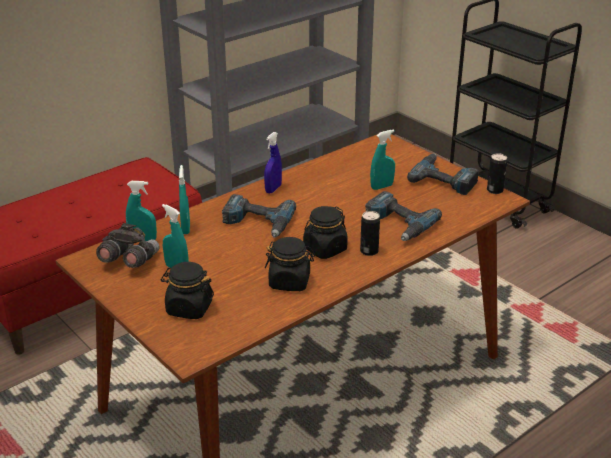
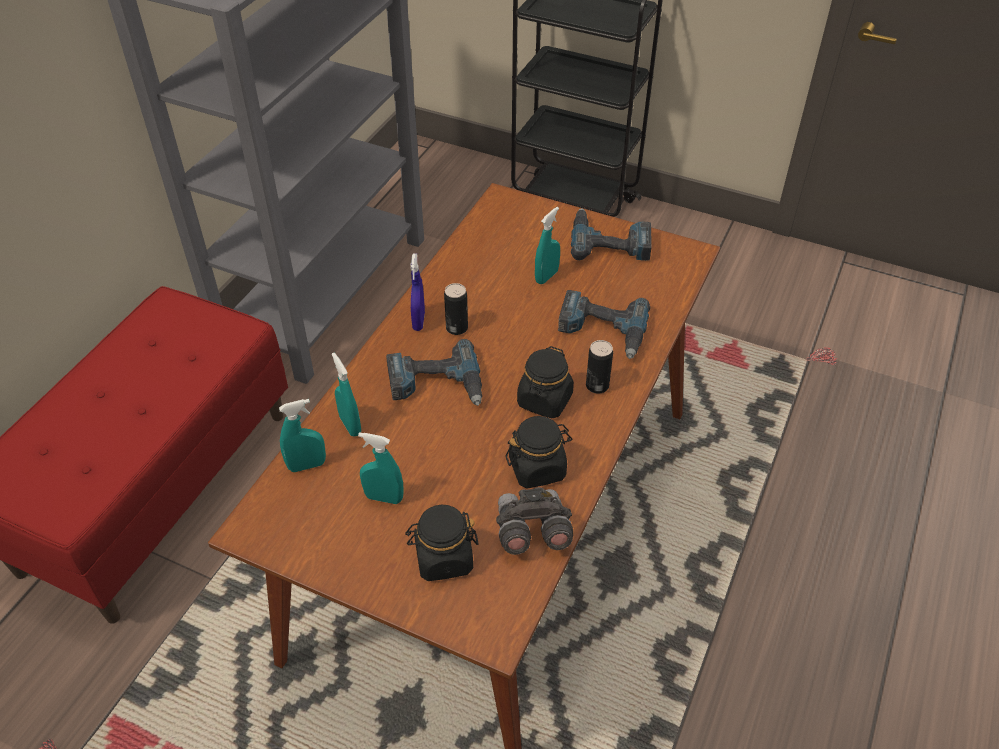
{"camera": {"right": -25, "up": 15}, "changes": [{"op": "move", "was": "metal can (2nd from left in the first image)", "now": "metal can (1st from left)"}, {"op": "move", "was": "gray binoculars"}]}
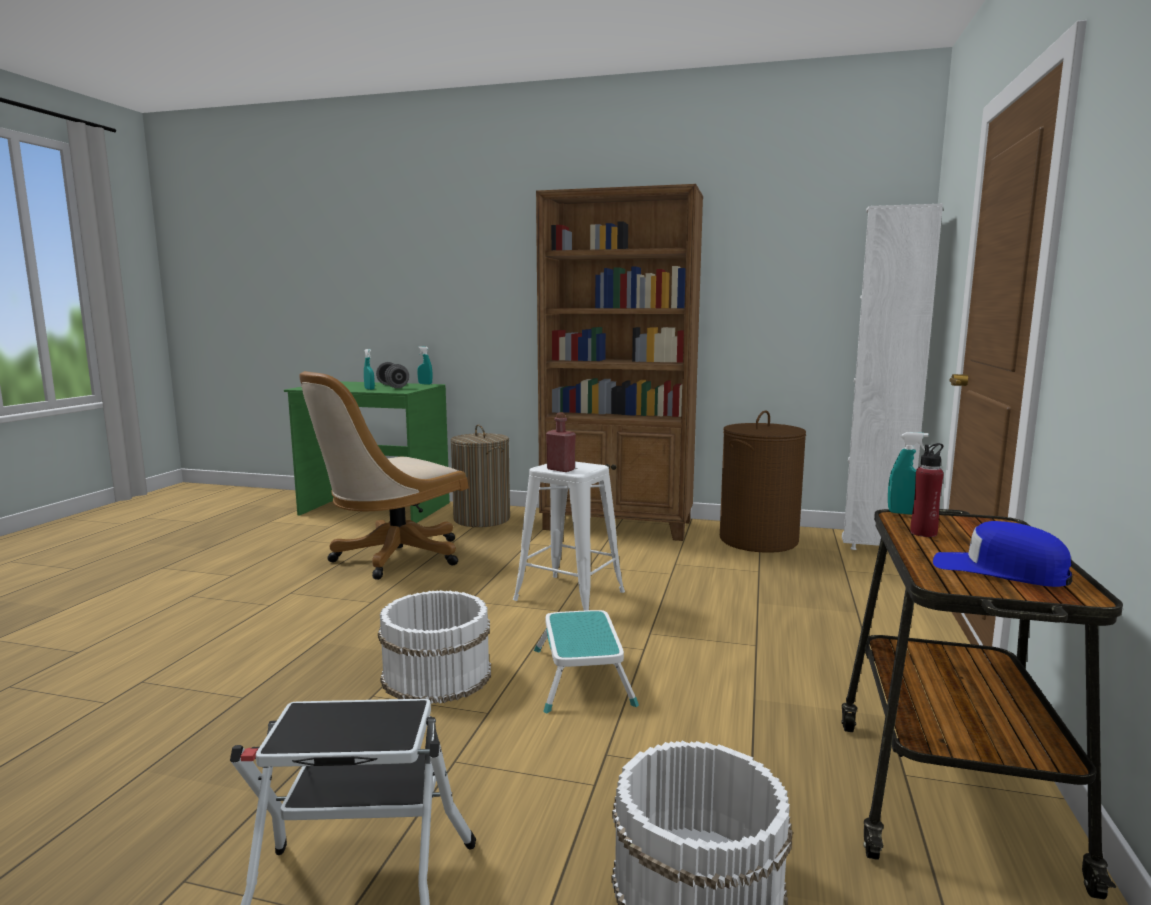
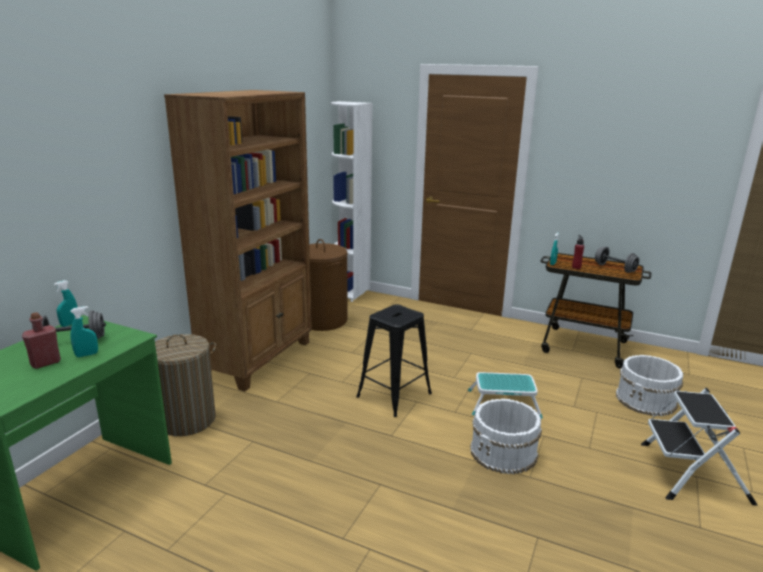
{"camera": {"right": -80, "up": 10}, "changes": [{"op": "delete", "was": "computer chair"}, {"op": "move", "was": "red bottle (1st from left)"}, {"op": "recolor", "was": "white sitting stool", "now": "black sitting stool"}, {"op": "replace", "was": "bluish baseball cap", "now": "gray free weight (2nd from left)"}]}
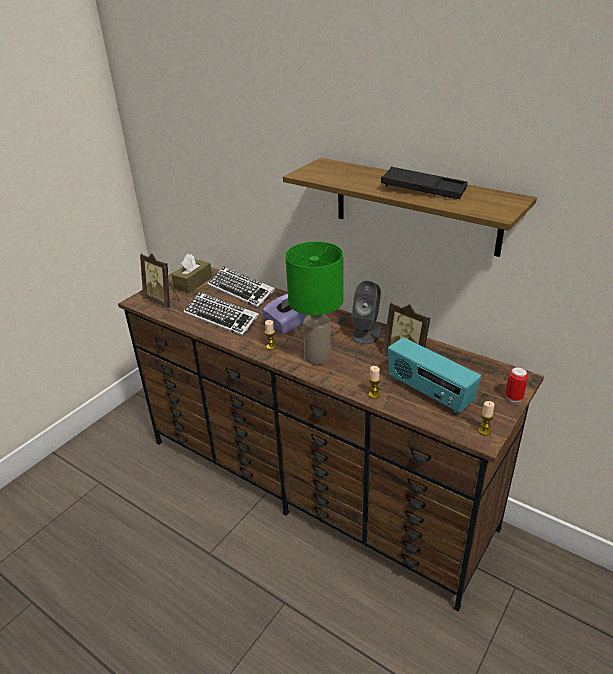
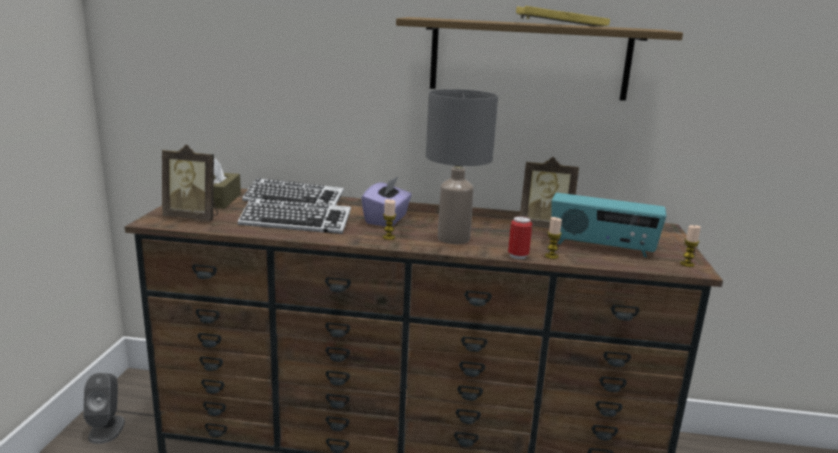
{"camera": {"right": -30, "up": -15}, "changes": [{"op": "recolor", "was": "black tray", "now": "yellowish tray"}, {"op": "recolor", "was": "green-coloured tabletop lamp", "now": "gray tabletop lamp"}, {"op": "move", "was": "gray speaker"}, {"op": "move", "was": "metal can"}]}
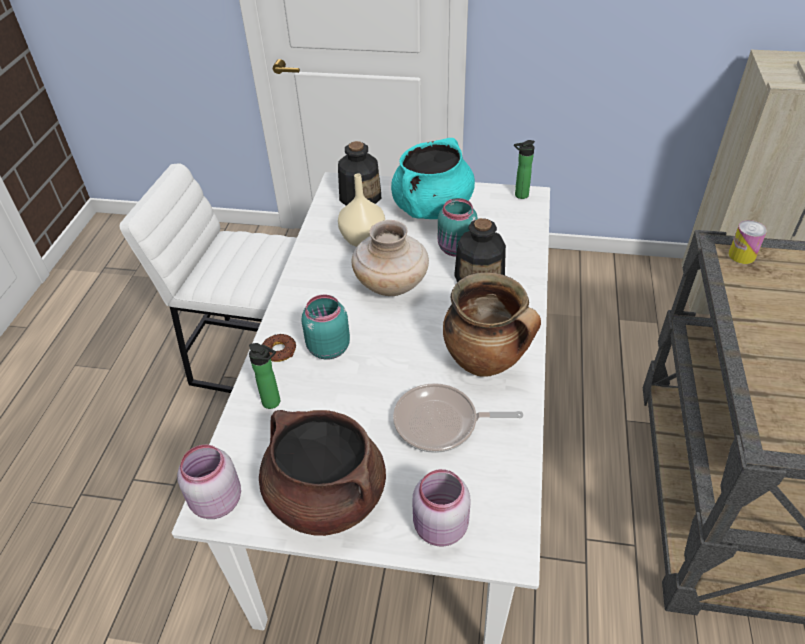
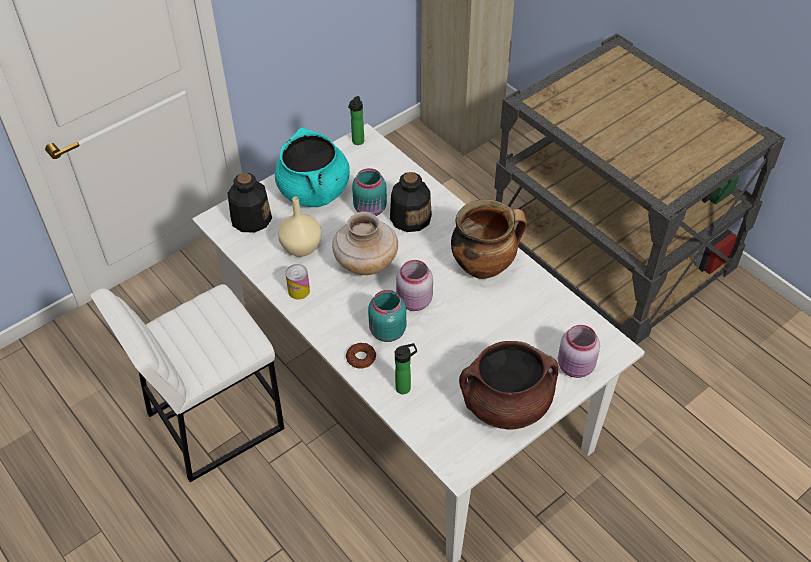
{"camera": {"right": -50, "up": 5}, "changes": [{"op": "move", "was": "metal can"}, {"op": "delete", "was": "frying pan"}, {"op": "move", "was": "pink-coloured storage jar (1st from left)"}]}
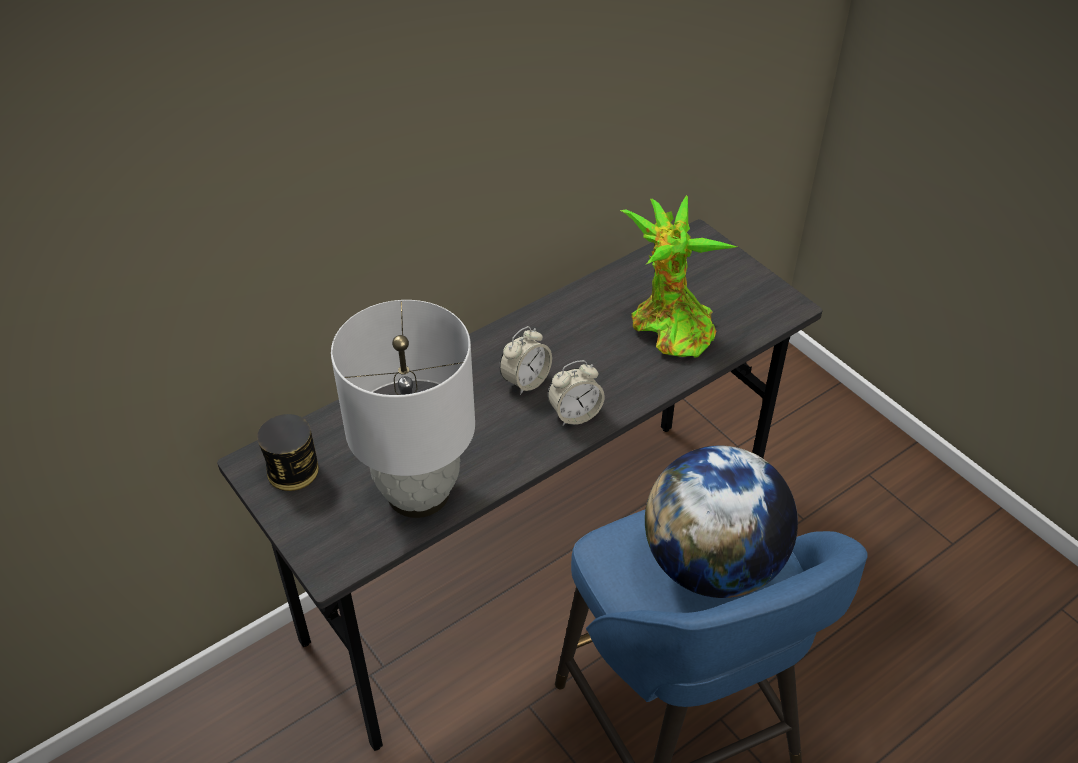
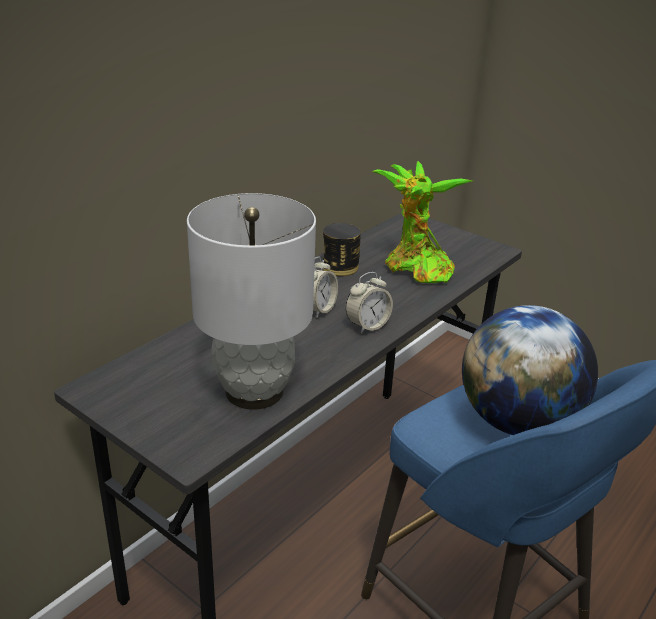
{"camera": {"right": -15, "up": -15}, "changes": [{"op": "move", "was": "metal can"}]}
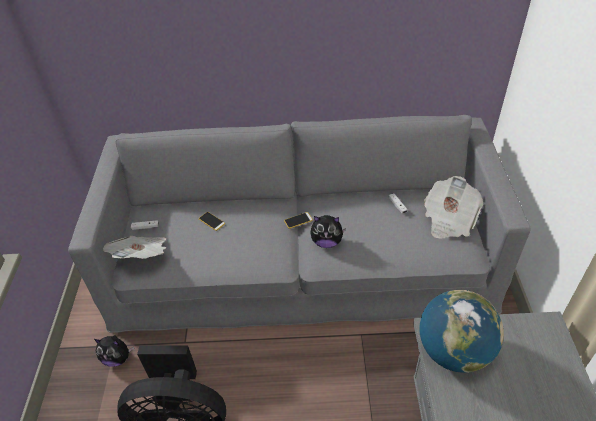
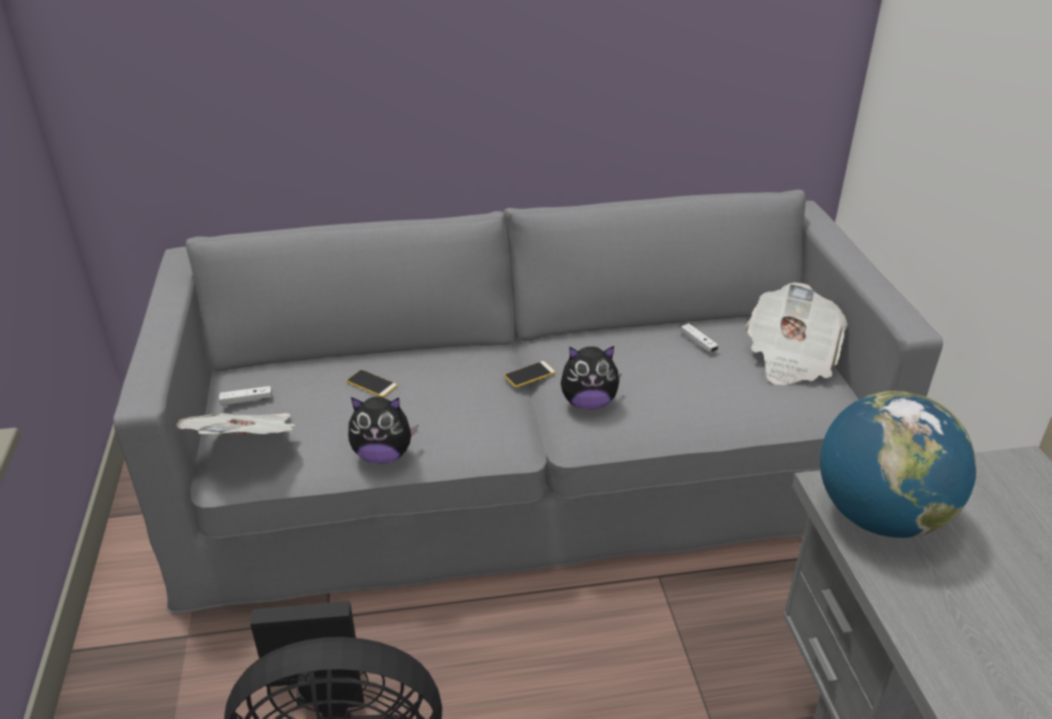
{"camera": {"right": -10, "up": -10}, "changes": [{"op": "move", "was": "soft toy (1st from left)"}]}
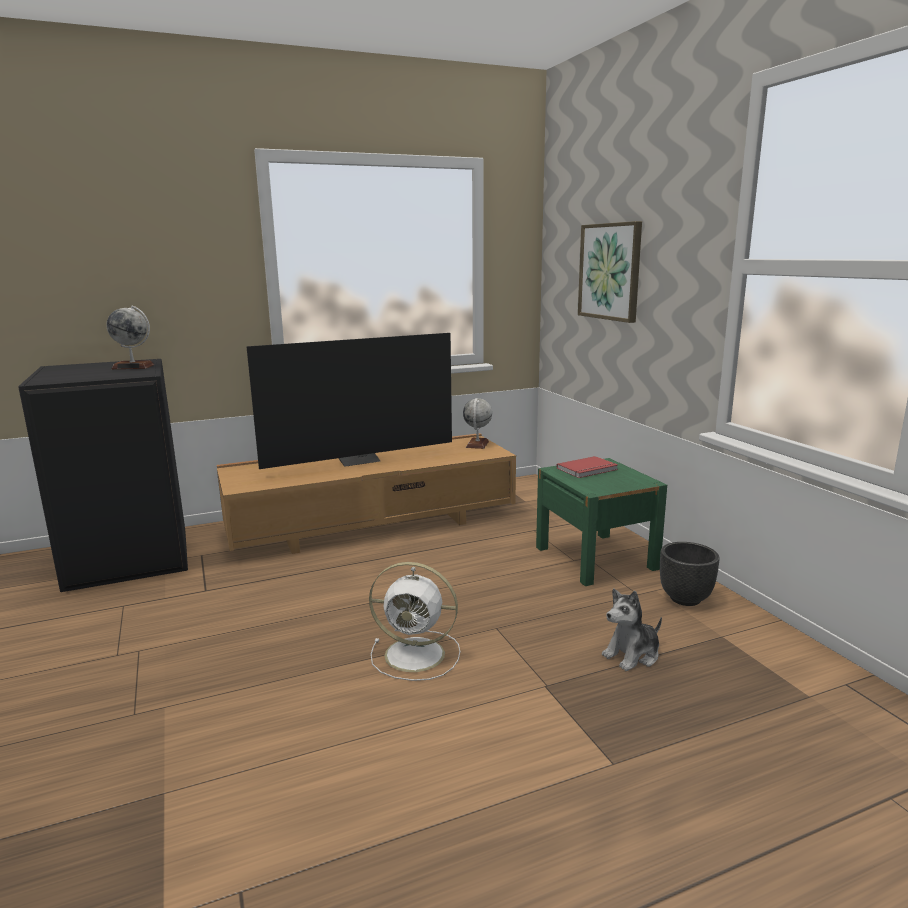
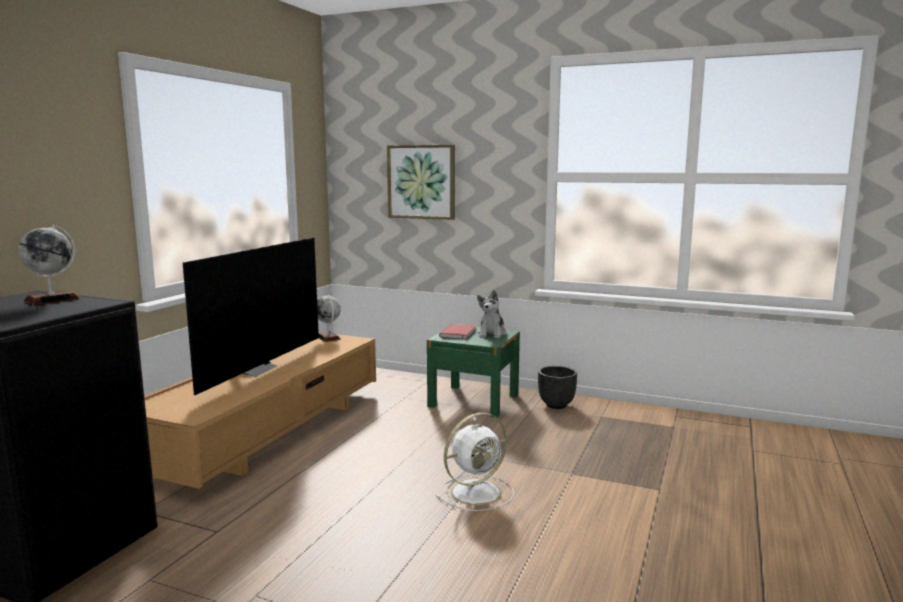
{"camera": {"right": -45, "up": -5}, "changes": [{"op": "move", "was": "soft toy"}]}
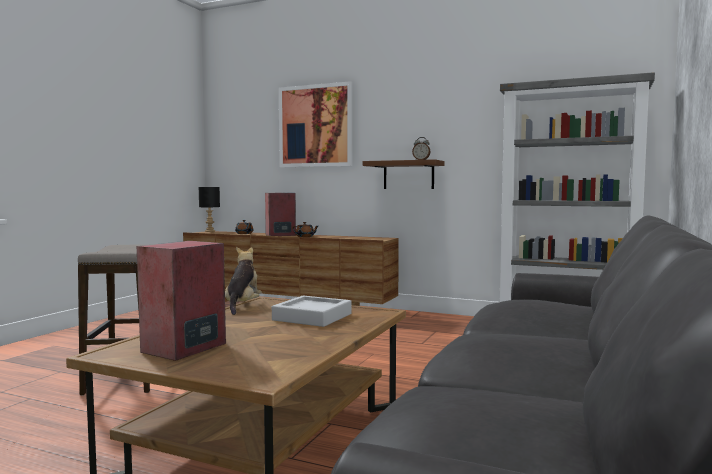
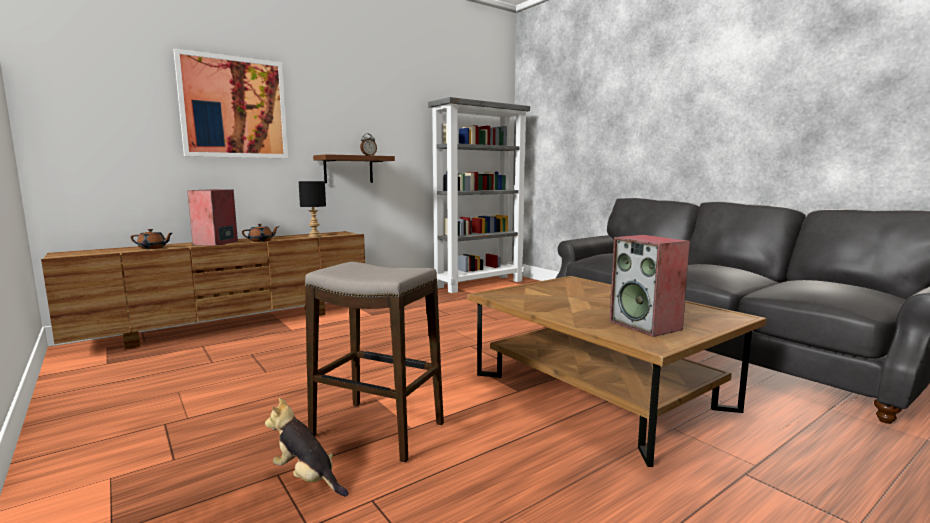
{"camera": {"right": -60, "up": 5}, "changes": [{"op": "move", "was": "black tabletop lamp"}, {"op": "move", "was": "soft toy"}, {"op": "delete", "was": "gray tray"}]}
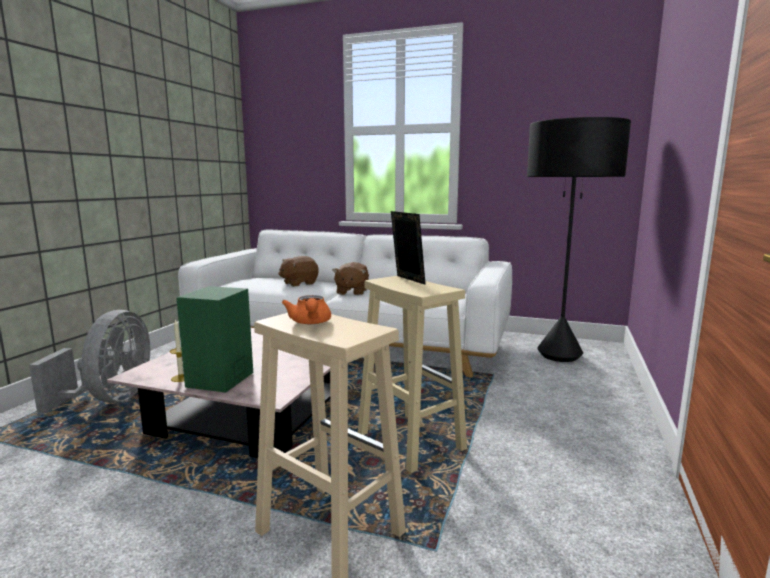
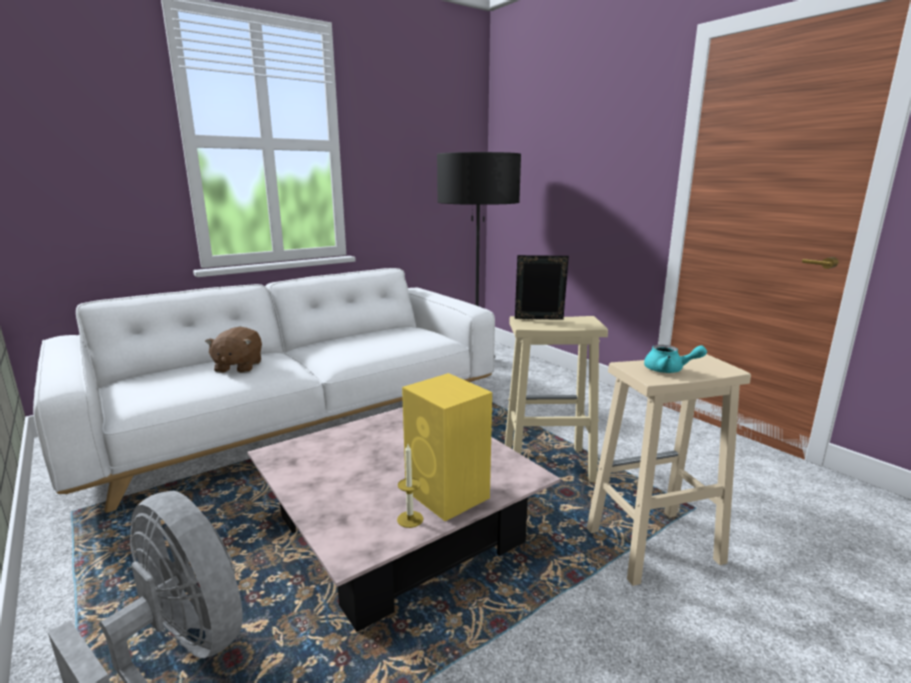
{"camera": {"right": -55, "up": 5}, "changes": [{"op": "delete", "was": "brown soft toy (2nd from left)"}, {"op": "recolor", "was": "green-coloured speaker", "now": "yellowish speaker"}, {"op": "recolor", "was": "orange teapot", "now": "turquoise-coloured teapot"}]}
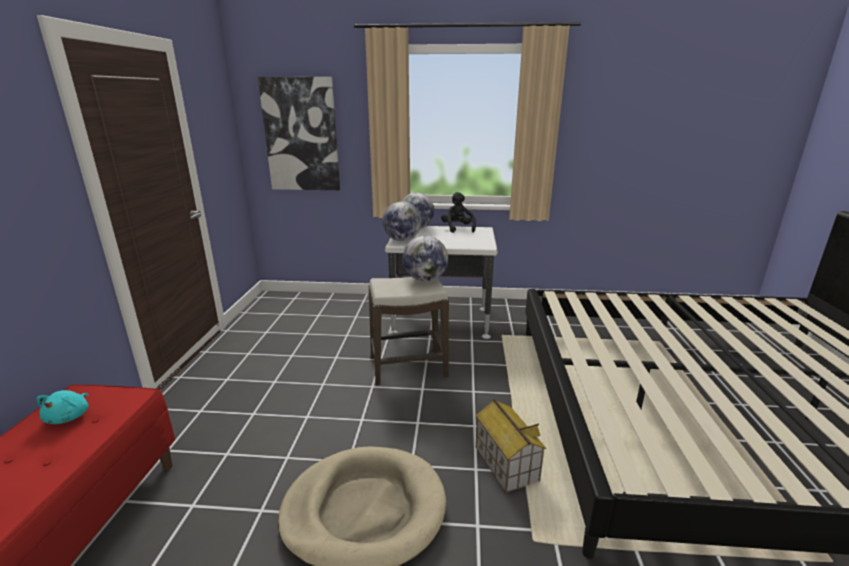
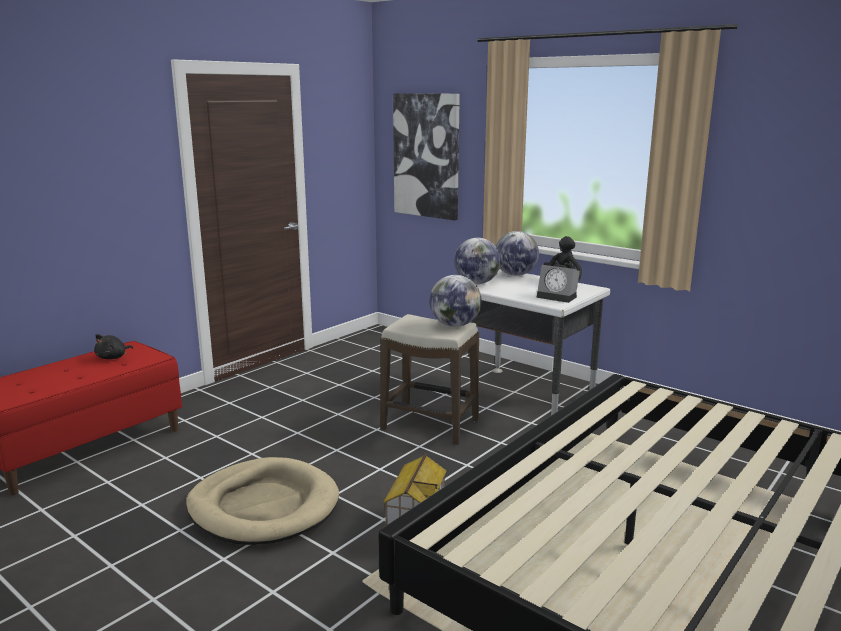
{"camera": {"right": 35, "up": -5}, "changes": [{"op": "recolor", "was": "turquoise-coloured soft toy", "now": "black soft toy (1st from left)"}, {"op": "insert", "now": "bedside clock"}]}
